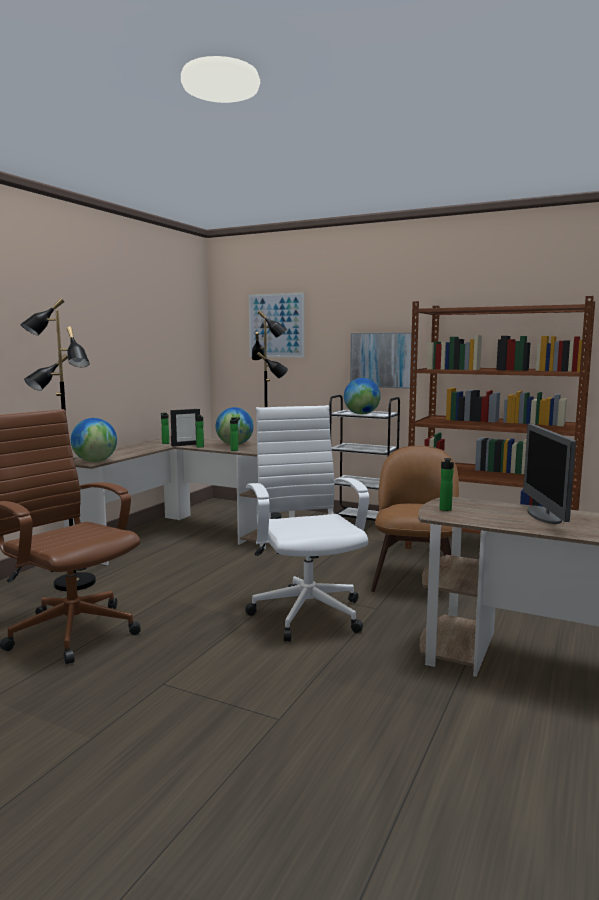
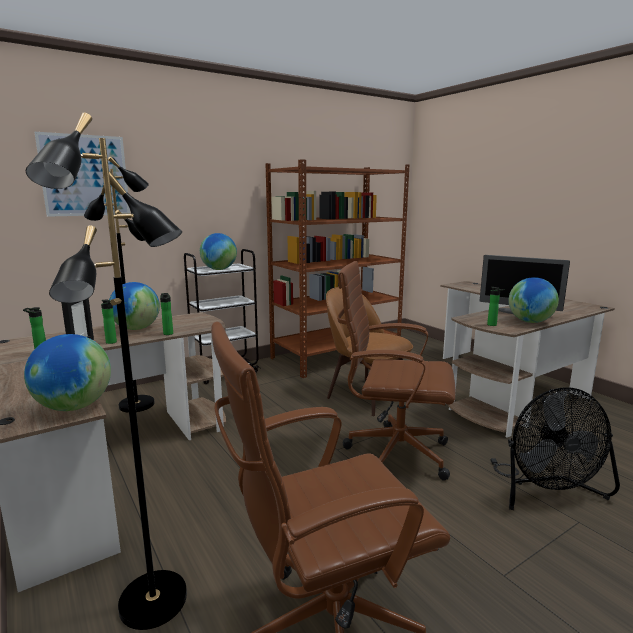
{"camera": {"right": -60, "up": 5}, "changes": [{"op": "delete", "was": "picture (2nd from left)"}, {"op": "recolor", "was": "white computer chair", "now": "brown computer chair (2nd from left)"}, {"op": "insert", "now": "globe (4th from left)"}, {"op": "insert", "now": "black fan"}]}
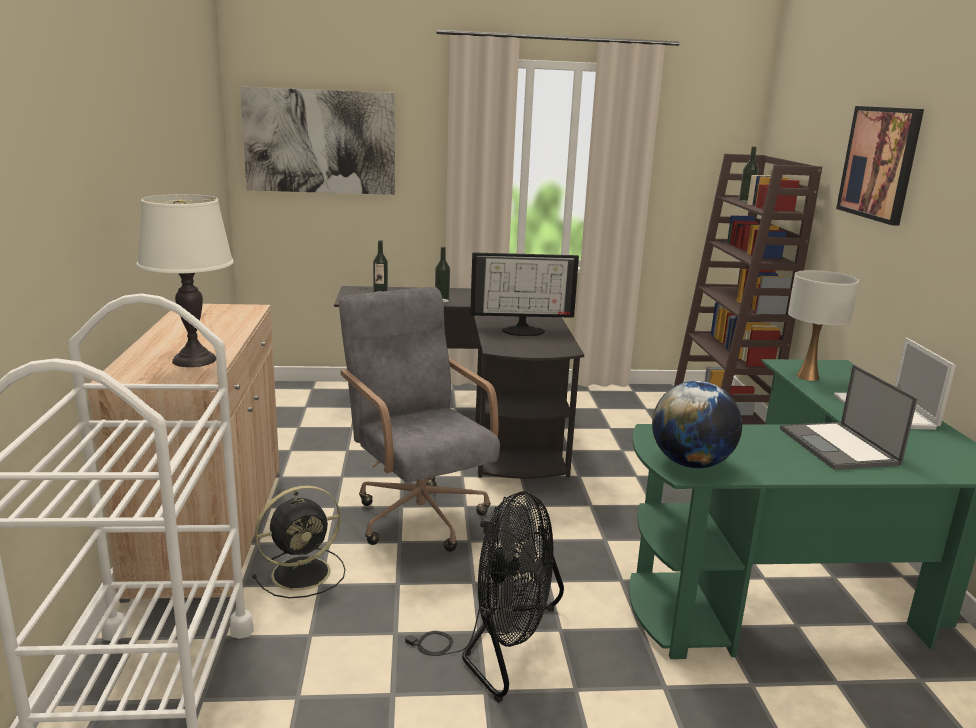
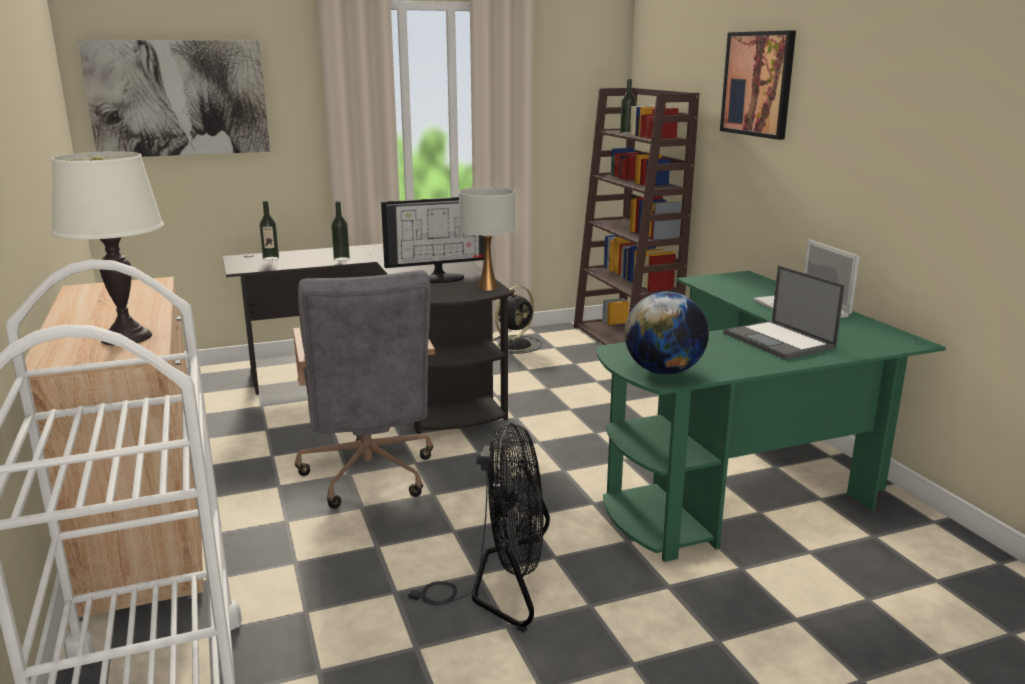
{"camera": {"right": -15, "up": 0}, "changes": [{"op": "move", "was": "white tabletop lamp (2nd from left)"}, {"op": "rotate", "was": "gray computer chair", "clockwise": -150}, {"op": "move", "was": "black fan (1st from left in the first image)", "now": "black fan (2nd from left)"}]}
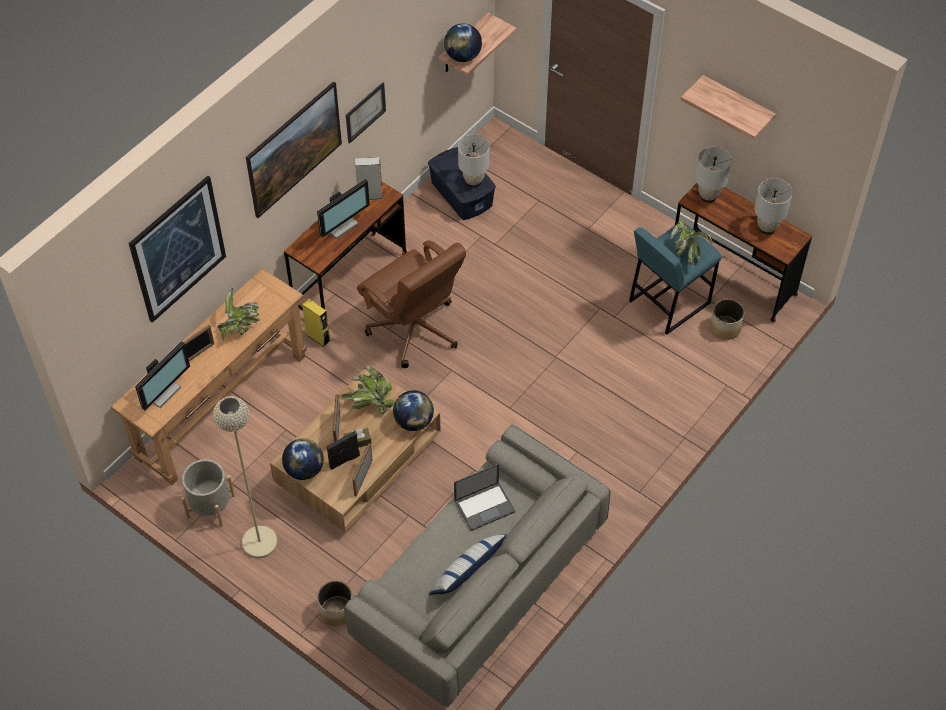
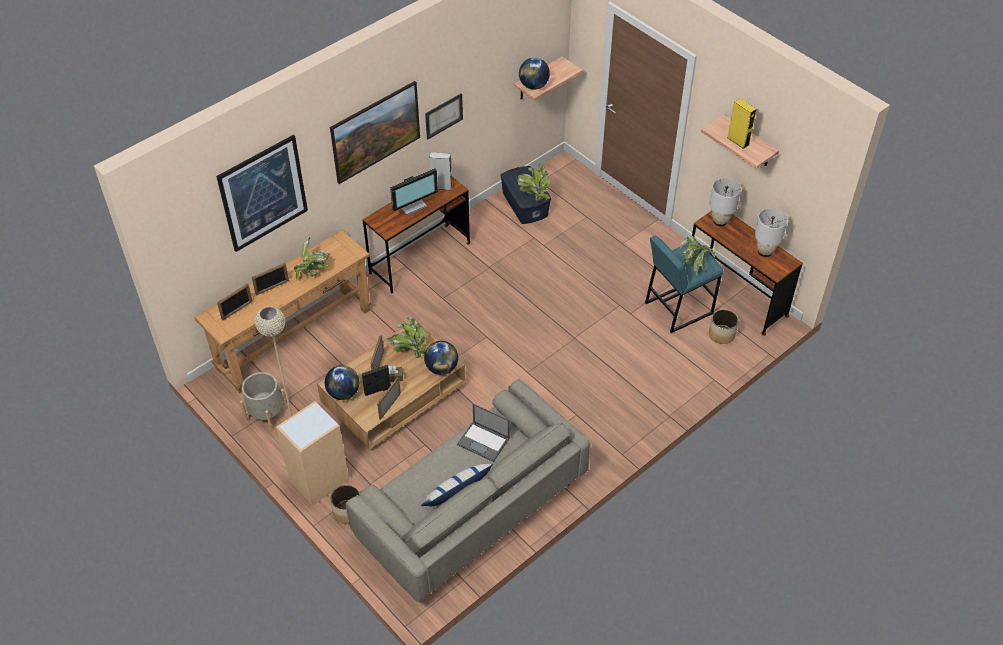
{"camera": {"right": 10, "up": -5}, "changes": [{"op": "replace", "was": "white tabletop lamp (1st from left)", "now": "plant in a pot (3rd from left)"}, {"op": "delete", "was": "brown computer chair"}, {"op": "move", "was": "yellowish speaker"}, {"op": "replace", "was": "computer screen (1st from left)", "now": "photo frame (1st from left)"}, {"op": "rotate", "was": "portable computer", "clockwise": 45}, {"op": "insert", "now": "bookshelf"}]}
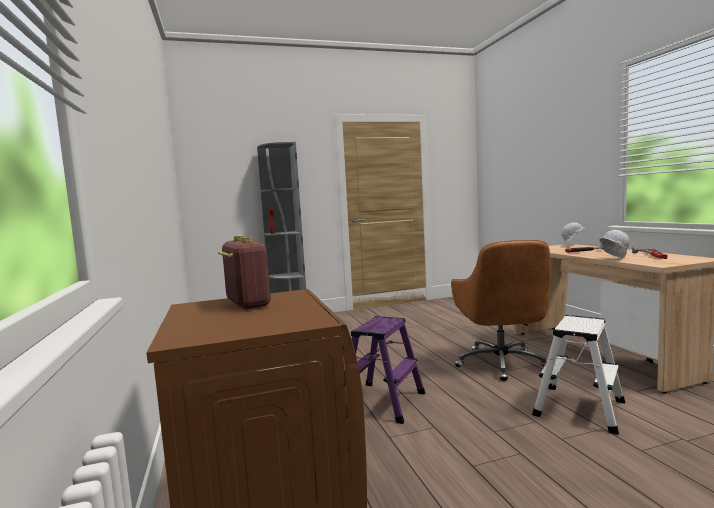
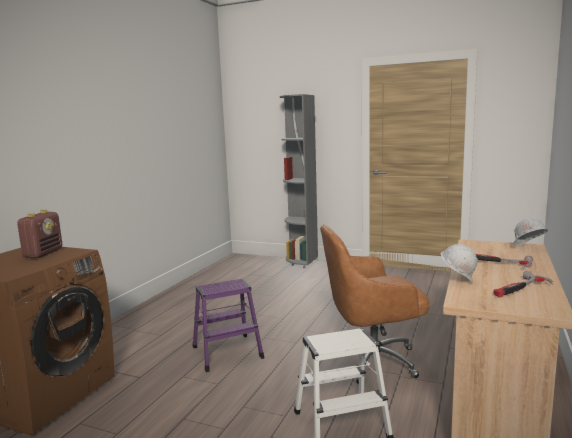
{"camera": {"right": 40, "up": 5}, "changes": [{"op": "rotate", "was": "brown computer chair", "clockwise": 45}]}
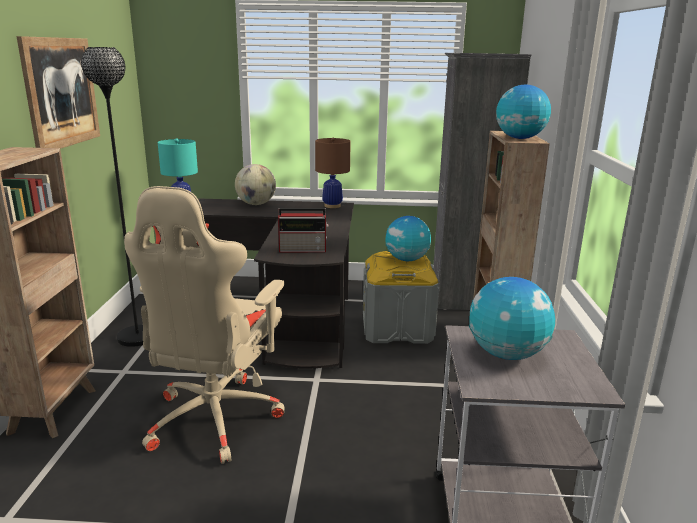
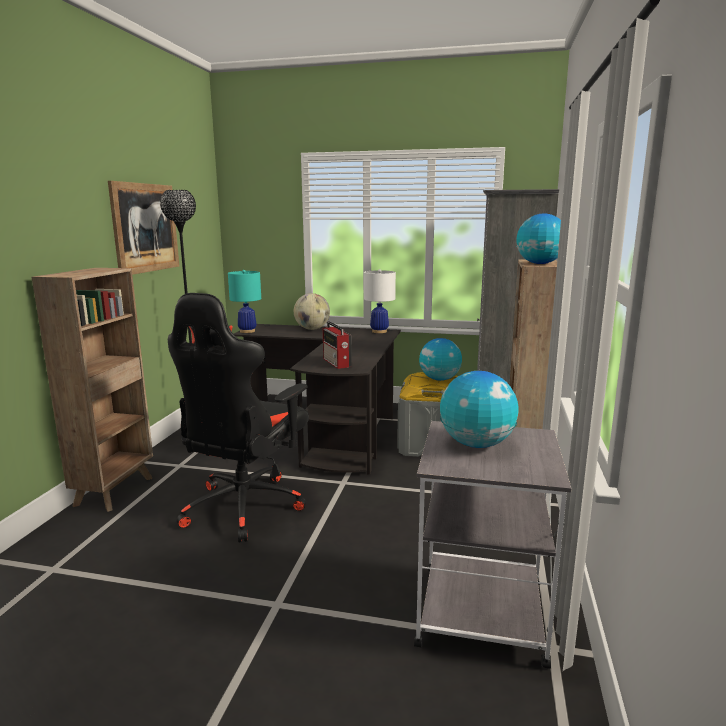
{"camera": {"right": 10, "up": -5}, "changes": [{"op": "recolor", "was": "brown tabletop lamp", "now": "white tabletop lamp"}, {"op": "recolor", "was": "beige-coloured computer chair", "now": "black computer chair"}, {"op": "rotate", "was": "radio receiver", "clockwise": 60}]}
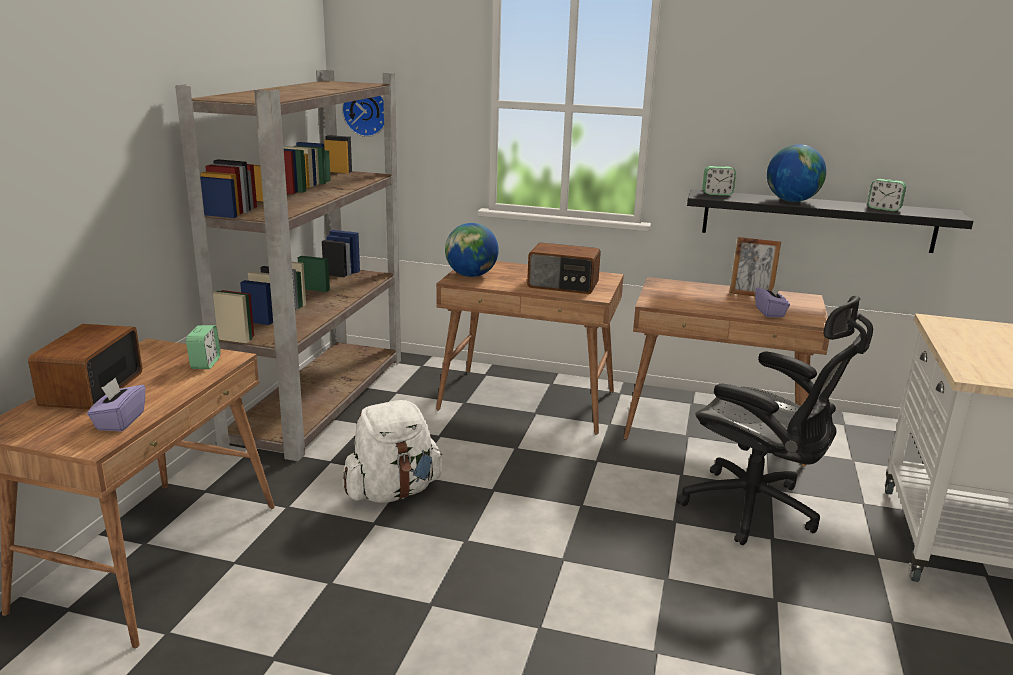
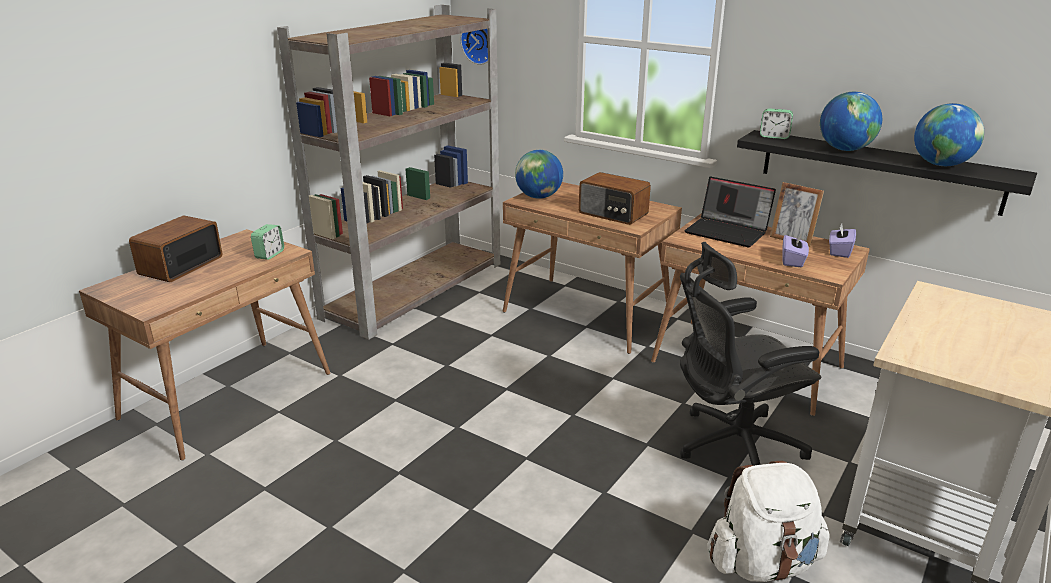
{"camera": {"right": 20, "up": 5}, "changes": [{"op": "replace", "was": "bedside clock (3rd from left)", "now": "globe (3rd from left)"}, {"op": "rotate", "was": "computer chair", "clockwise": 105}, {"op": "move", "was": "purple box of tissues (1st from left in the first image)", "now": "purple box of tissues (2nd from left)"}, {"op": "move", "was": "white knapsack"}, {"op": "insert", "now": "portable computer"}]}
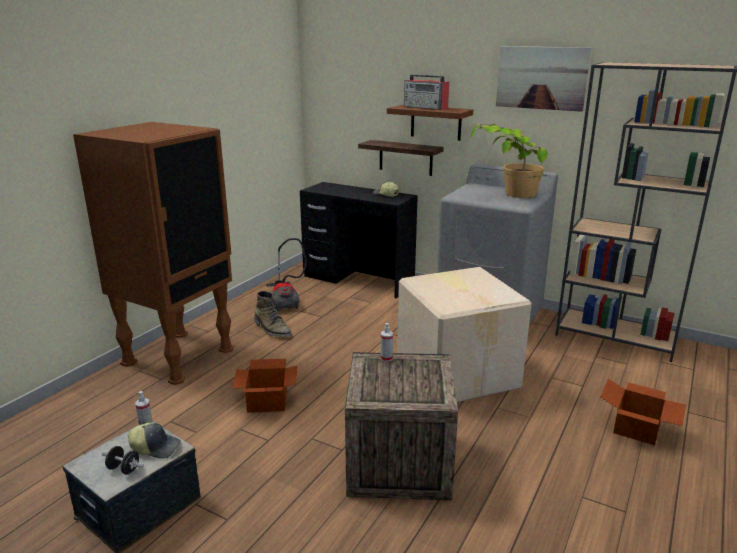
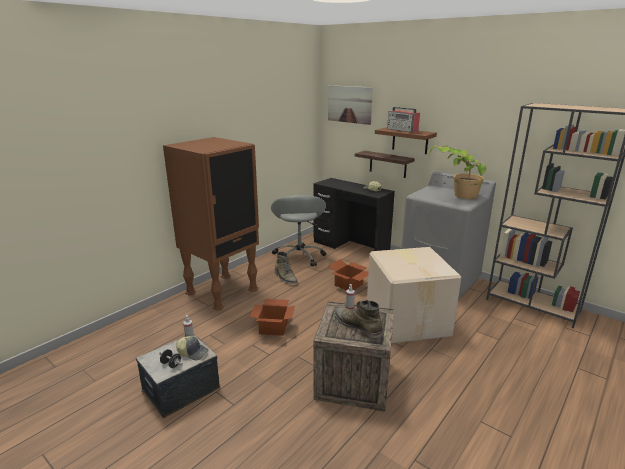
{"camera": {"right": 10, "up": 0}, "changes": [{"op": "move", "was": "picture"}, {"op": "replace", "was": "vacuum", "now": "gray computer chair"}, {"op": "move", "was": "cardboard box (3rd from left in the first image)", "now": "cardboard box (2nd from left)"}, {"op": "insert", "now": "green-coloured tall boot (2nd from left)"}]}
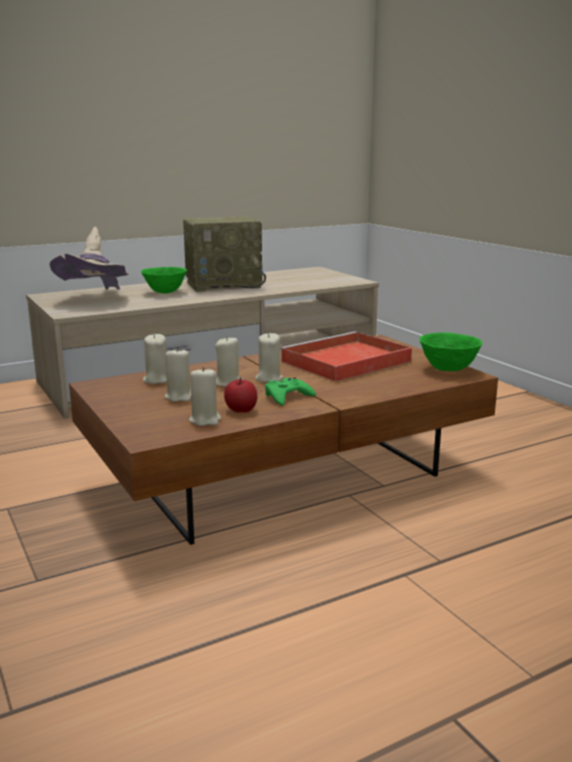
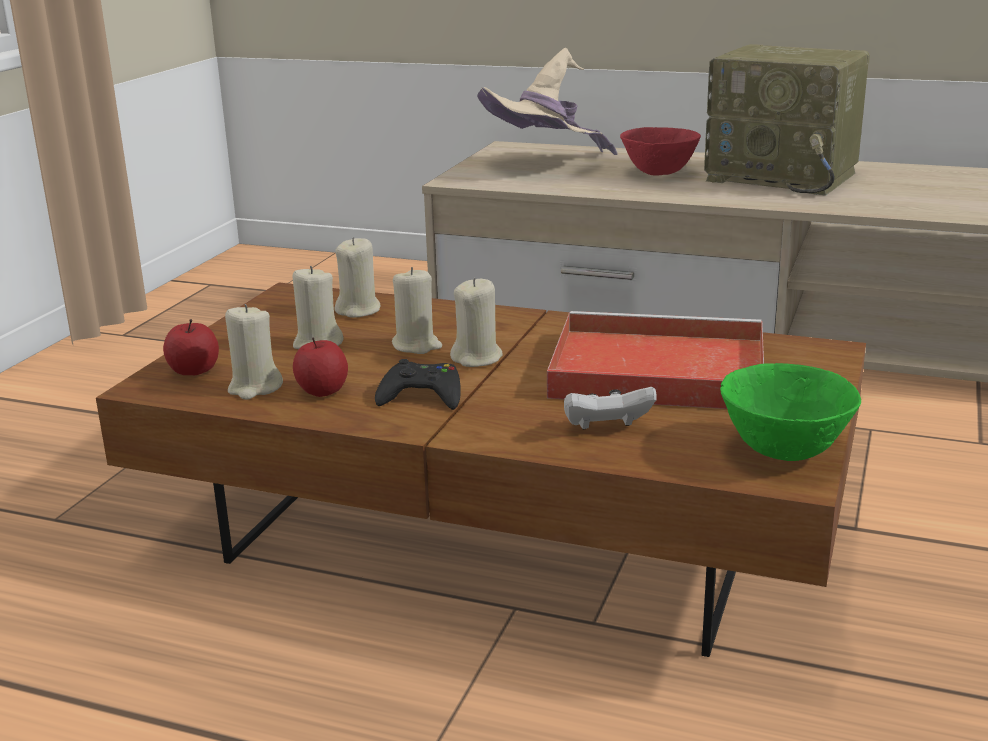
{"camera": {"right": 50, "up": 5}, "changes": [{"op": "recolor", "was": "green-coloured bowl (1st from left)", "now": "red bowl"}, {"op": "recolor", "was": "green-coloured gamepad", "now": "black gamepad"}, {"op": "insert", "now": "apple (1st from left)"}, {"op": "insert", "now": "white gamepad"}]}
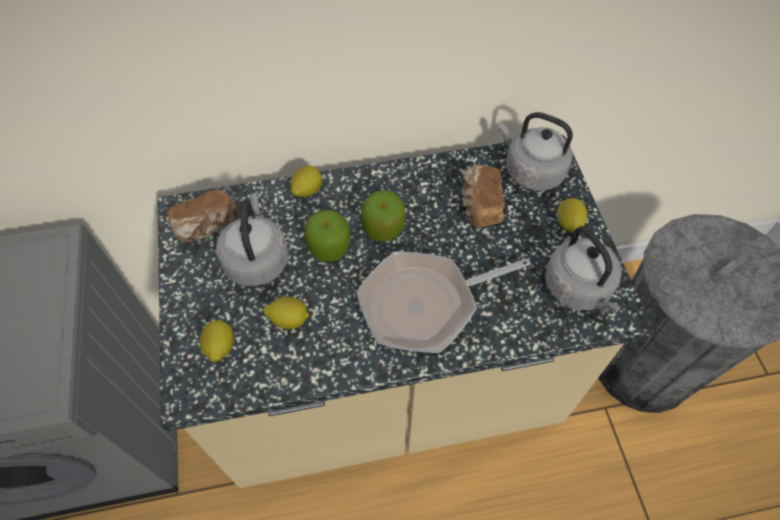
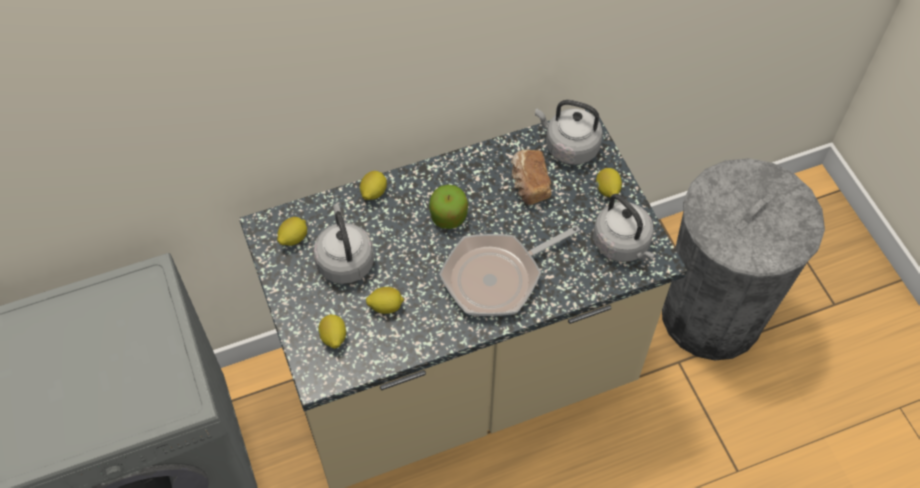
{"camera": {"right": -10, "up": 0}, "changes": [{"op": "replace", "was": "baked bread (1st from left)", "now": "citrus fruit (1st from left)"}, {"op": "delete", "was": "apple (1st from left)"}]}
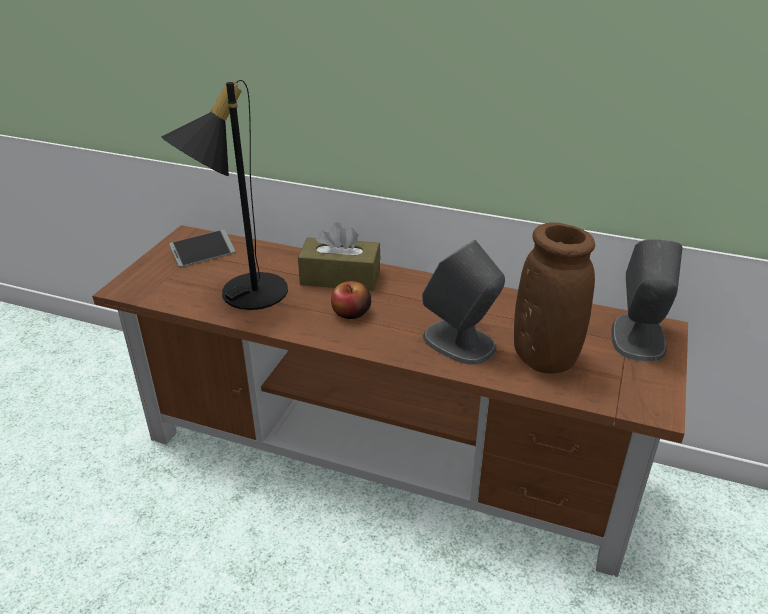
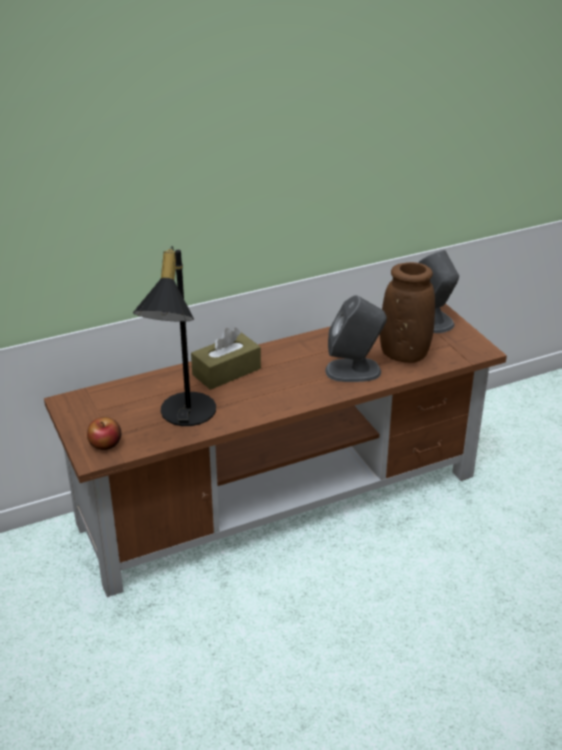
{"camera": {"right": -45, "up": 0}, "changes": [{"op": "delete", "was": "handset"}, {"op": "move", "was": "apple"}]}
